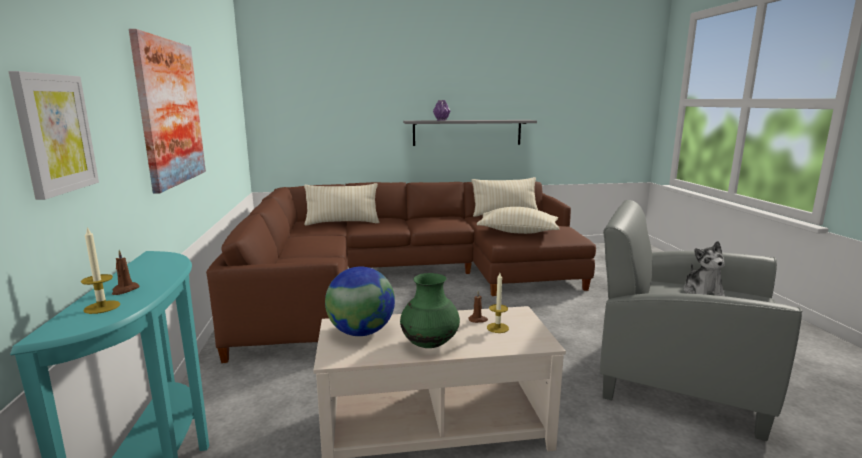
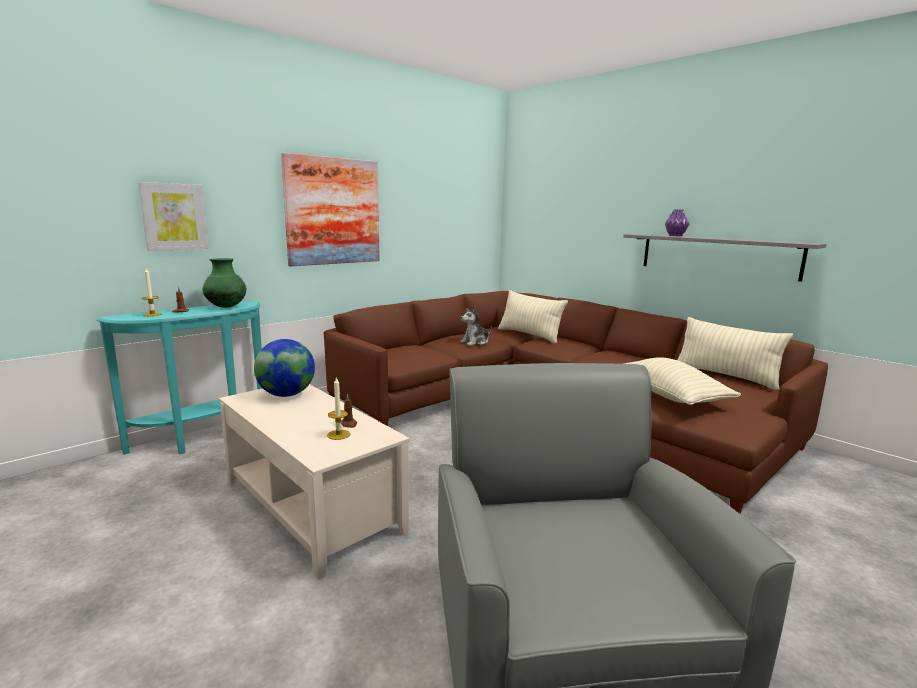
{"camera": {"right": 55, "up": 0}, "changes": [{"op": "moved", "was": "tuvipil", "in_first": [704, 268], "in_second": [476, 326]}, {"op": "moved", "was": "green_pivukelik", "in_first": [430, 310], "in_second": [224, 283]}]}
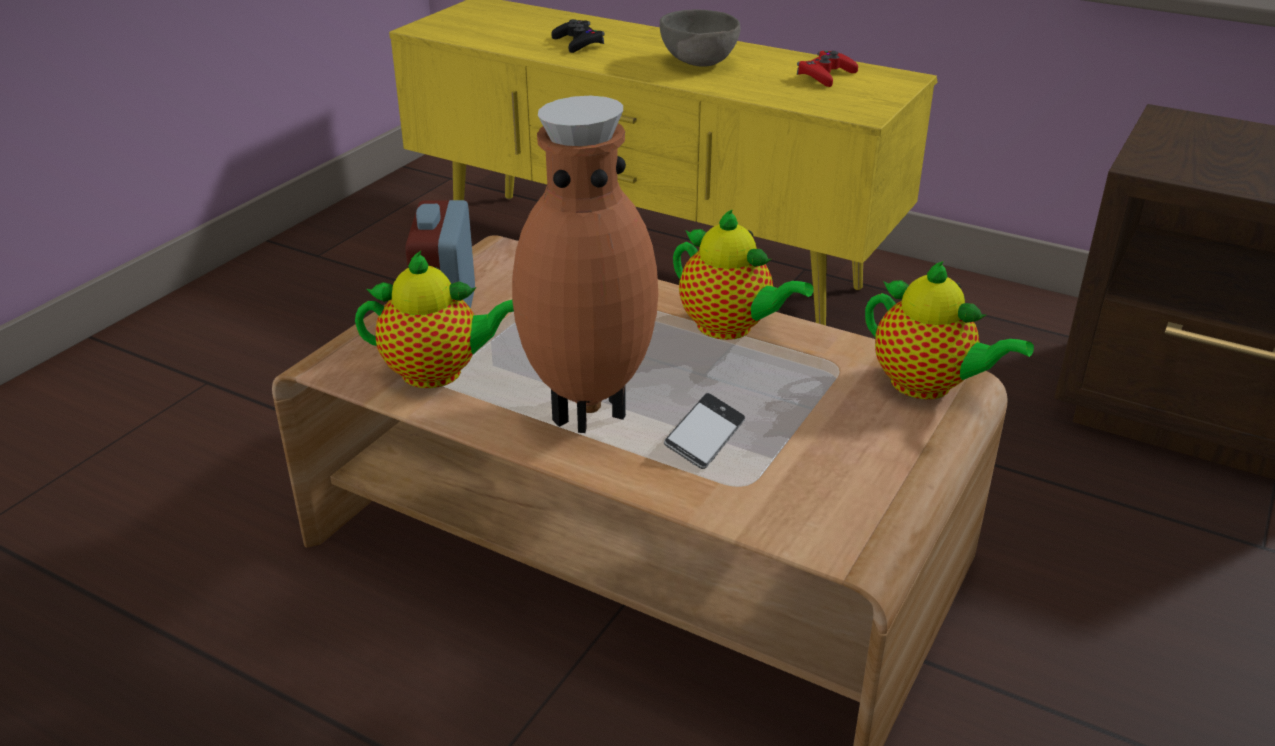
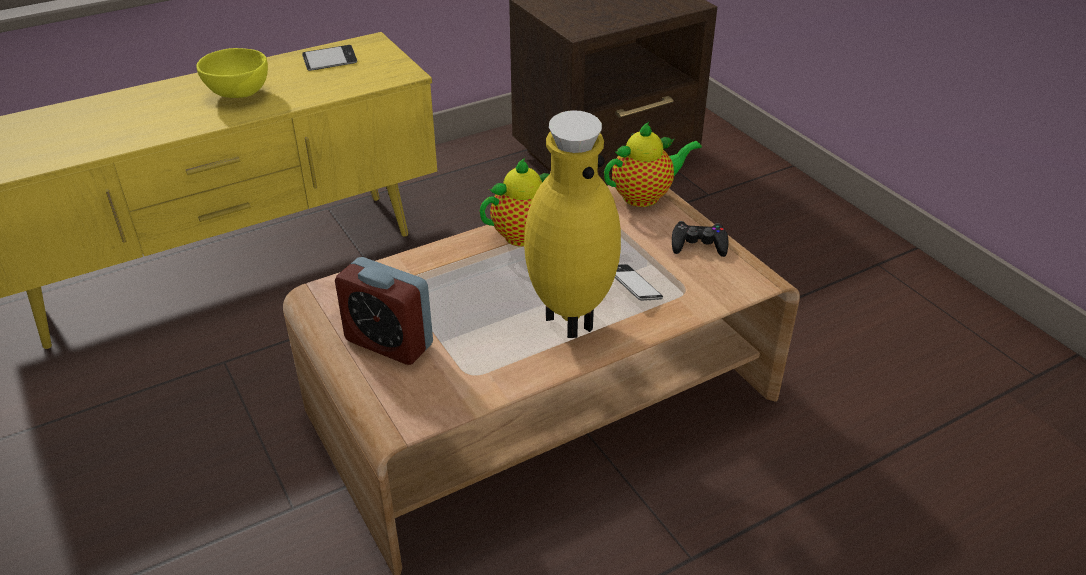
{"camera": {"right": -60, "up": 5}, "changes": [{"op": "recoloured", "was": "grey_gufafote", "now": "yellow_gufafote", "in_first": [700, 38], "in_second": [232, 73]}, {"op": "moved", "was": "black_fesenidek", "in_first": [577, 36], "in_second": [700, 239]}, {"op": "replaced", "was": "red_fesenidek", "now": "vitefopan", "in_first": [827, 69], "in_second": [329, 58]}, {"op": "recoloured", "was": "brown_pivukelik", "now": "yellow_pivukelik", "in_first": [585, 264], "in_second": [572, 224]}, {"op": "removed", "was": "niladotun", "in_first": [434, 319]}]}
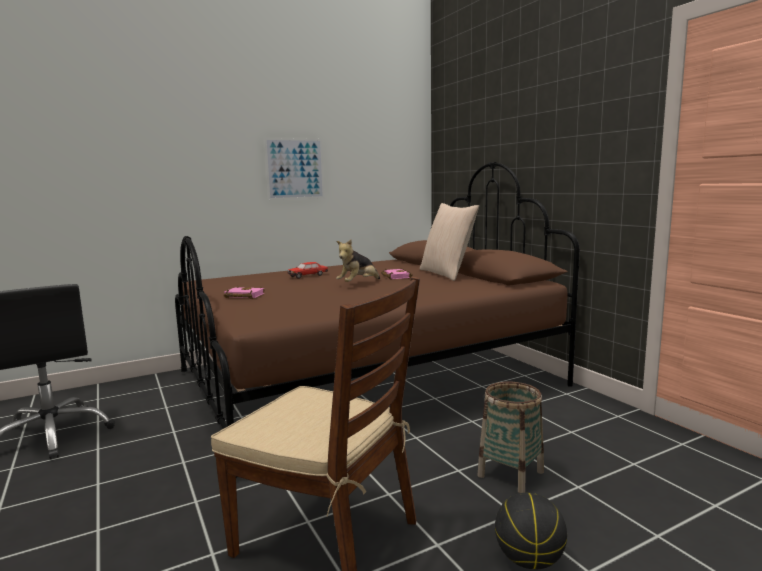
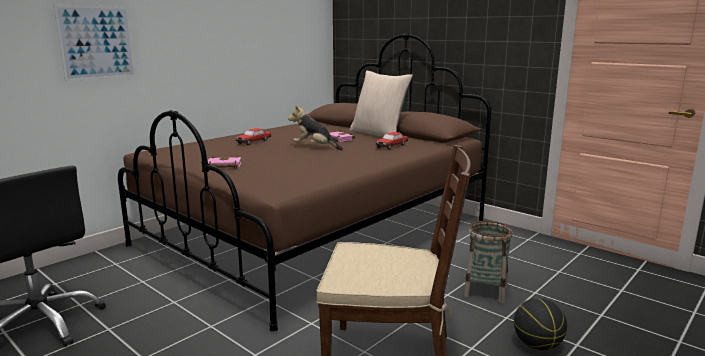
{"camera": {"right": -20, "up": 5}, "changes": [{"op": "moved", "was": "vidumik", "in_first": [294, 169], "in_second": [94, 42]}, {"op": "turned", "was": "tuvipil", "in_first": [358, 261], "in_second": [315, 127], "clockwise": 90}, {"op": "added", "now": "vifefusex", "in_second": [391, 141]}]}
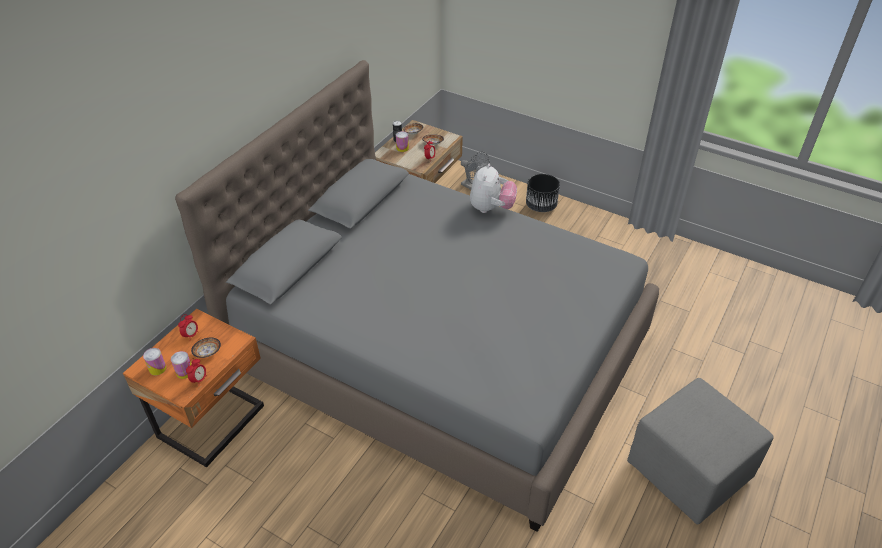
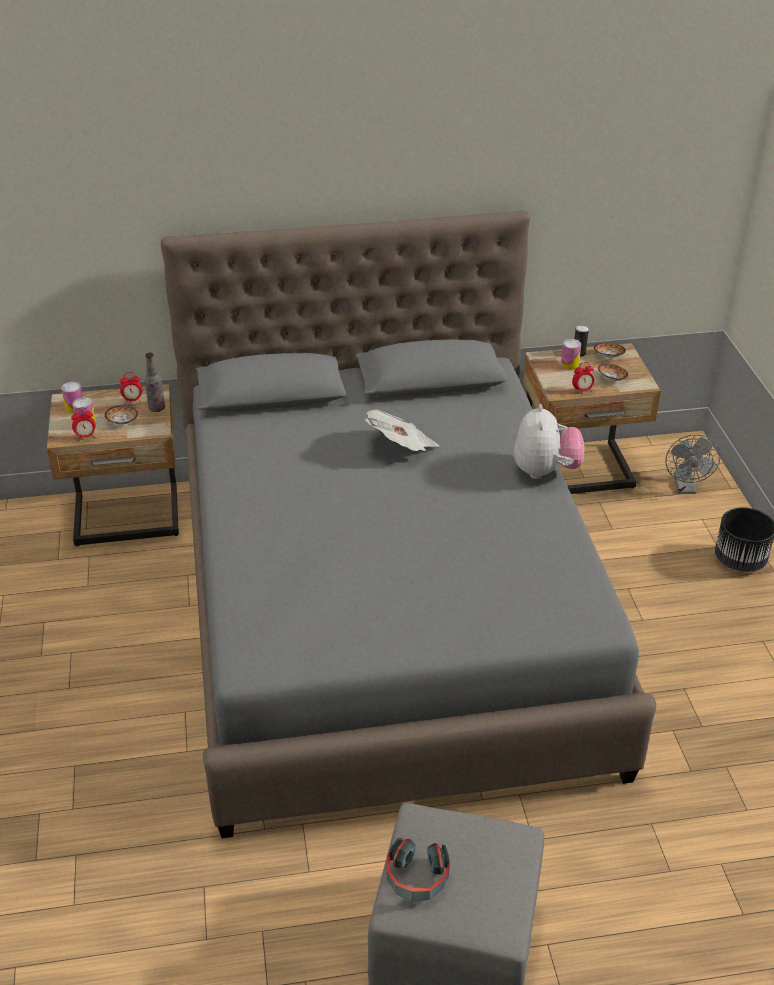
{"camera": {"right": 50, "up": -5}, "changes": [{"op": "turned", "was": "tuvipil", "in_first": [493, 188], "in_second": [549, 441], "clockwise": -60}, {"op": "recoloured", "was": "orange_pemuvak", "now": "beige_pemuvak", "in_first": [193, 388], "in_second": [113, 465]}, {"op": "added", "now": "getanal", "in_second": [155, 382]}, {"op": "added", "now": "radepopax", "in_second": [402, 430]}, {"op": "added", "now": "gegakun", "in_second": [418, 870]}]}
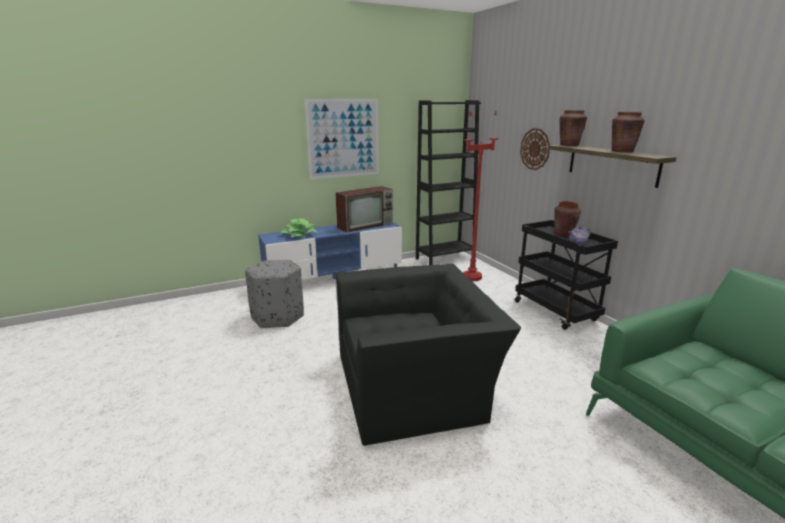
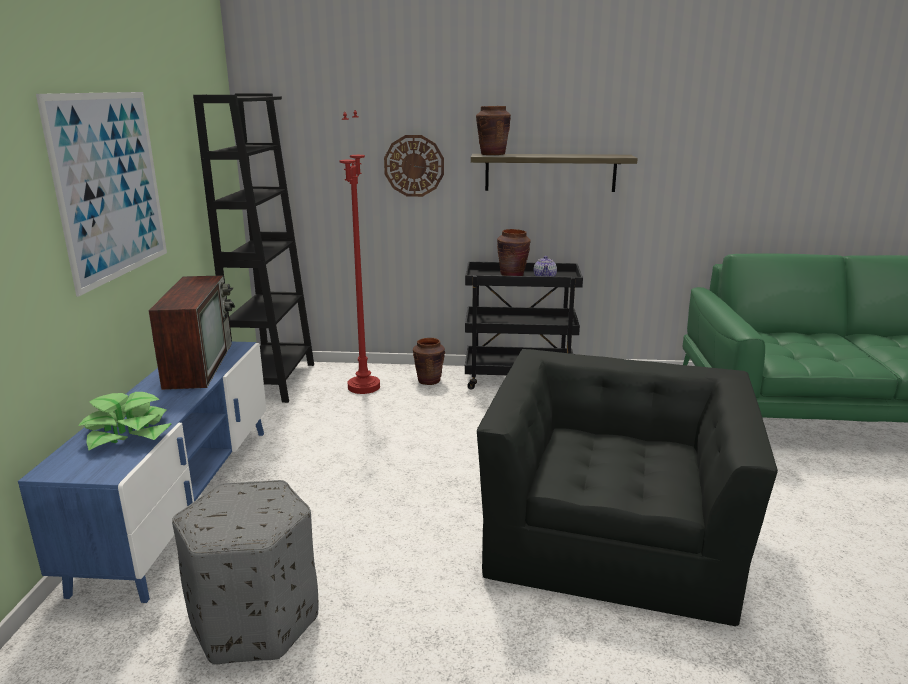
{"camera": {"right": -60, "up": 0}, "changes": [{"op": "moved", "was": "brown_pivukelik", "in_first": [628, 132], "in_second": [429, 361]}]}
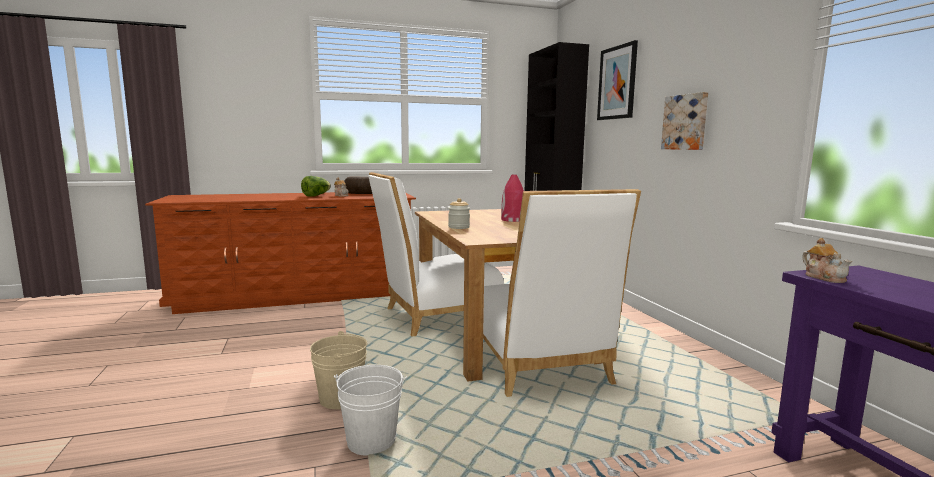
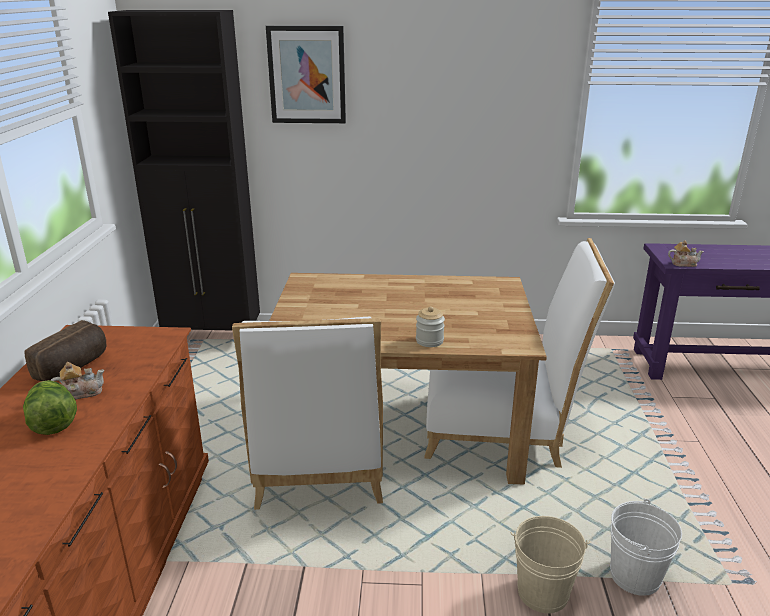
{"camera": {"right": -70, "up": 15}, "changes": [{"op": "removed", "was": "vidumik", "in_first": [684, 121]}, {"op": "removed", "was": "red_pivukelik", "in_first": [512, 198]}]}
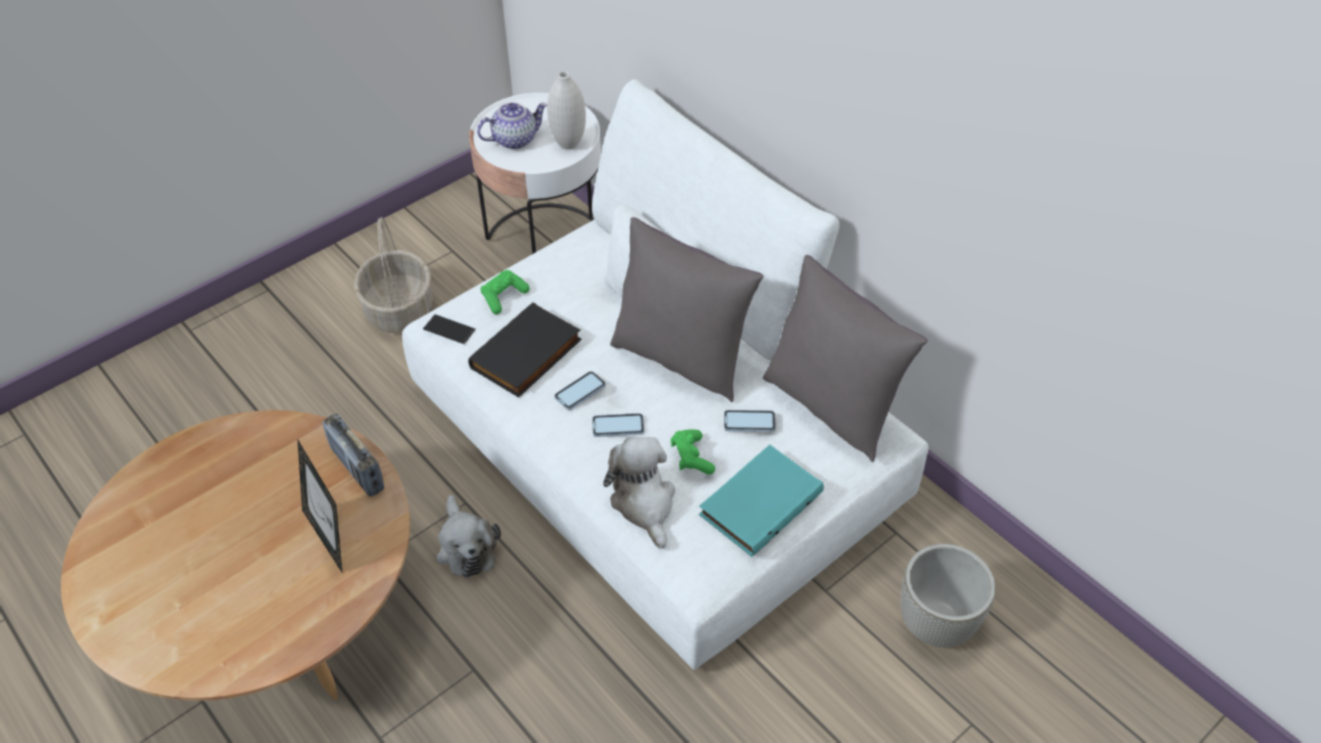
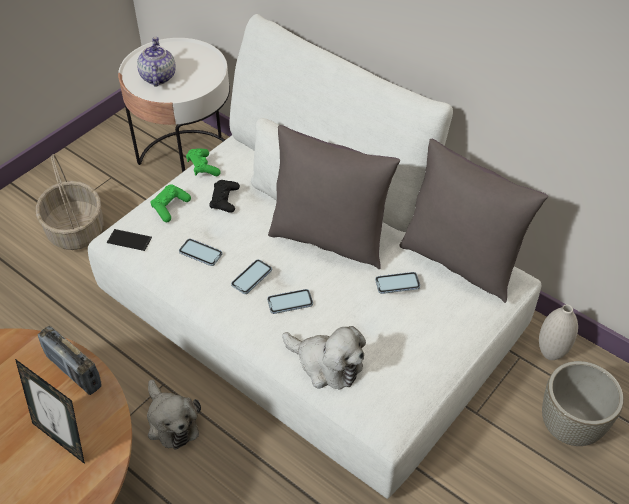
{"camera": {"right": -10, "up": 0}, "changes": [{"op": "moved", "was": "white_pivukelik", "in_first": [566, 110], "in_second": [558, 332]}, {"op": "turned", "was": "niladotun", "in_first": [512, 125], "in_second": [156, 62], "clockwise": -60}, {"op": "replaced", "was": "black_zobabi", "now": "vitefopan", "in_first": [524, 350], "in_second": [201, 252]}, {"op": "moved", "was": "green_fesenidek", "in_first": [693, 452], "in_second": [203, 162]}, {"op": "turned", "was": "tuvipil", "in_first": [639, 492], "in_second": [324, 358], "clockwise": 150}, {"op": "turned", "was": "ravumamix", "in_first": [320, 506], "in_second": [50, 411], "clockwise": 150}, {"op": "removed", "was": "turquoise_zobabi", "in_first": [761, 501]}, {"op": "added", "now": "black_fesenidek", "in_second": [224, 196]}]}
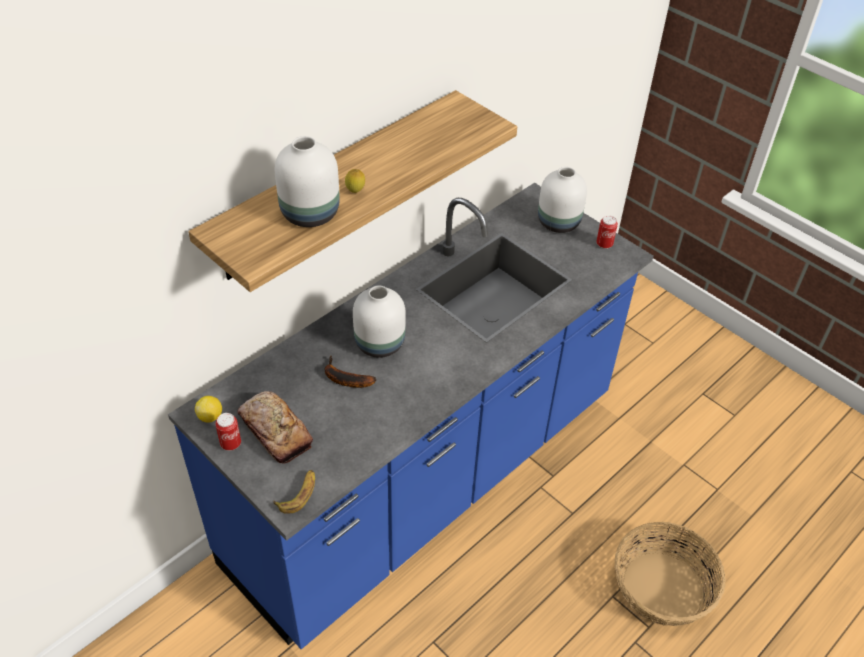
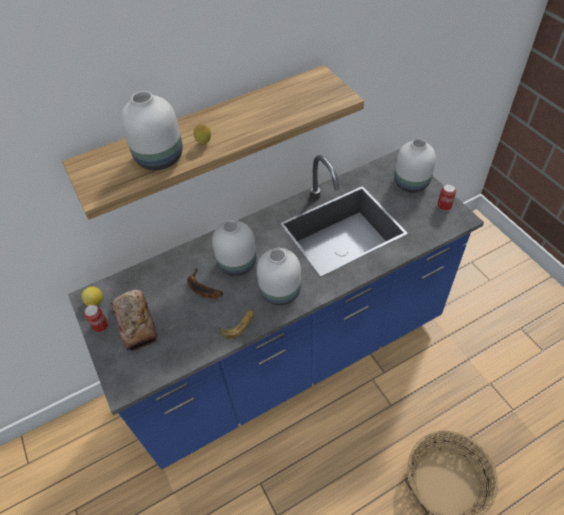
{"camera": {"right": 20, "up": 5}, "changes": [{"op": "moved", "was": "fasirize", "in_first": [294, 492], "in_second": [236, 324]}, {"op": "added", "now": "white_pivukelik", "in_second": [279, 276]}]}
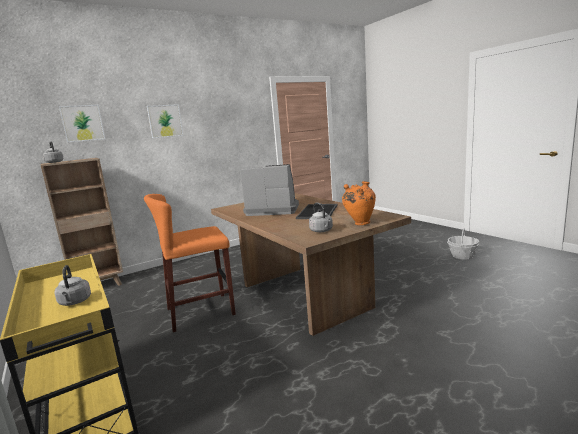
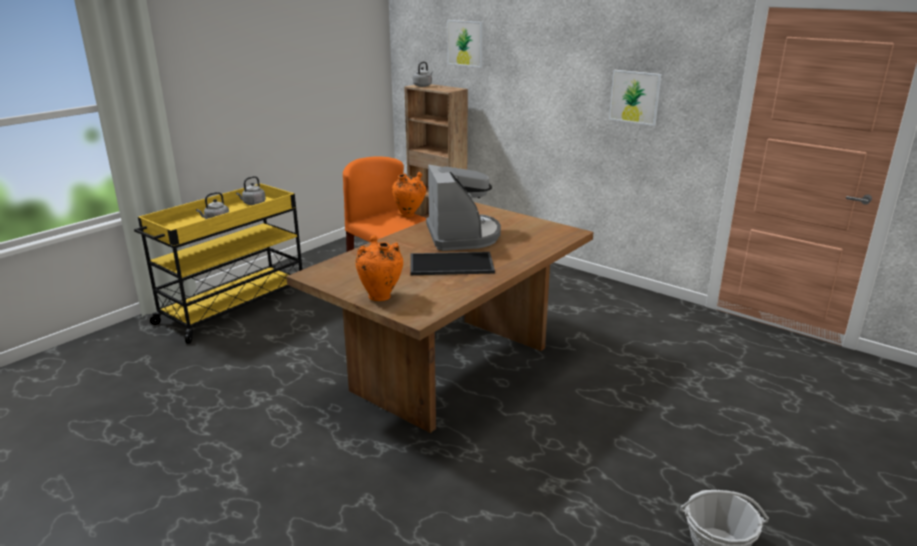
{"camera": {"right": 70, "up": 10}, "changes": [{"op": "moved", "was": "vidumik", "in_first": [165, 121], "in_second": [635, 98]}, {"op": "moved", "was": "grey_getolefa", "in_first": [321, 217], "in_second": [251, 190]}, {"op": "added", "now": "orange_pivukelik", "in_second": [409, 194]}]}
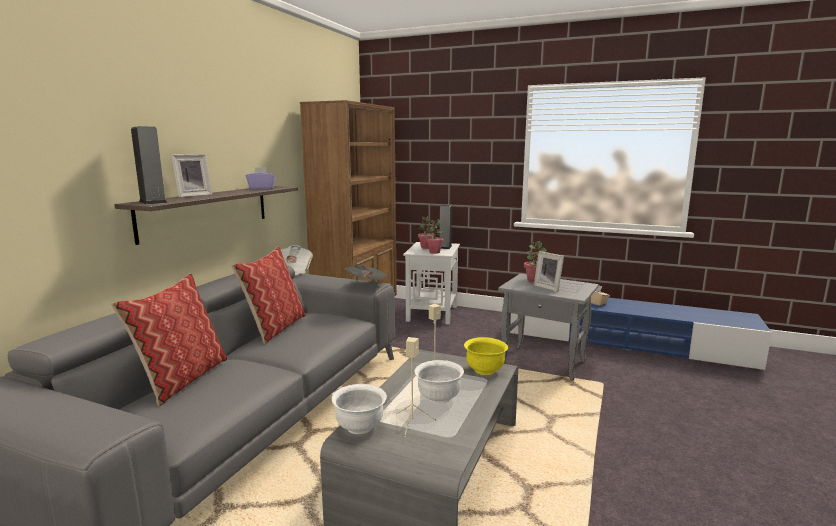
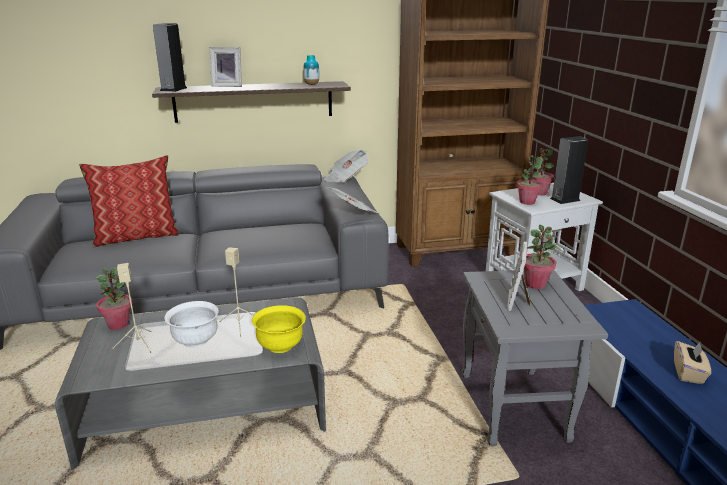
{"camera": {"right": 55, "up": 10}, "changes": [{"op": "replaced", "was": "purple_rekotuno", "now": "pivukelik", "in_first": [260, 178], "in_second": [311, 70]}, {"op": "removed", "was": "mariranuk", "in_first": [269, 295]}, {"op": "replaced", "was": "white_gufafote", "now": "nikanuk", "in_first": [359, 409], "in_second": [114, 298]}]}
